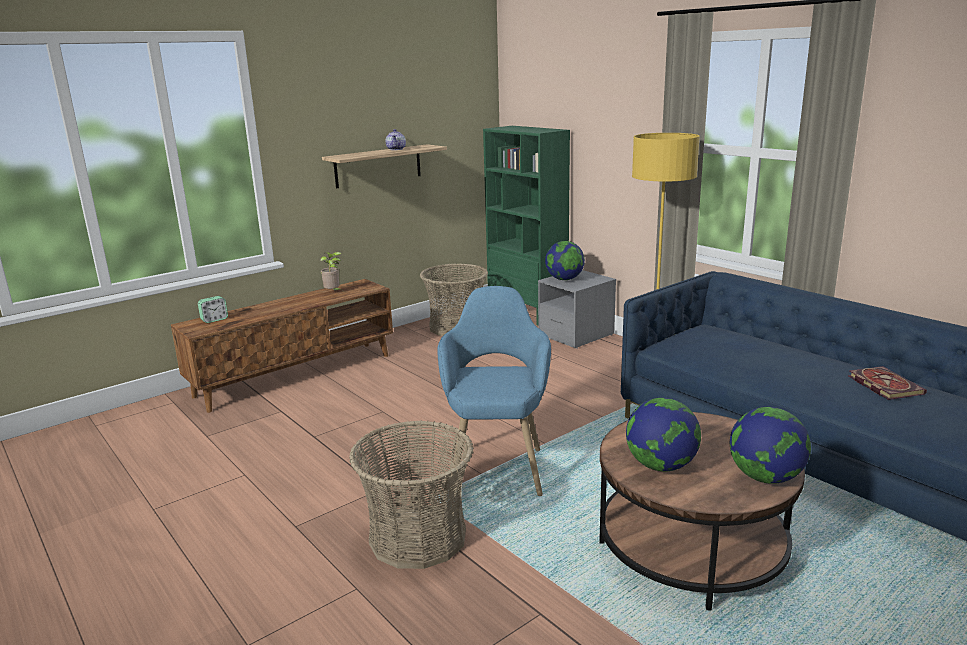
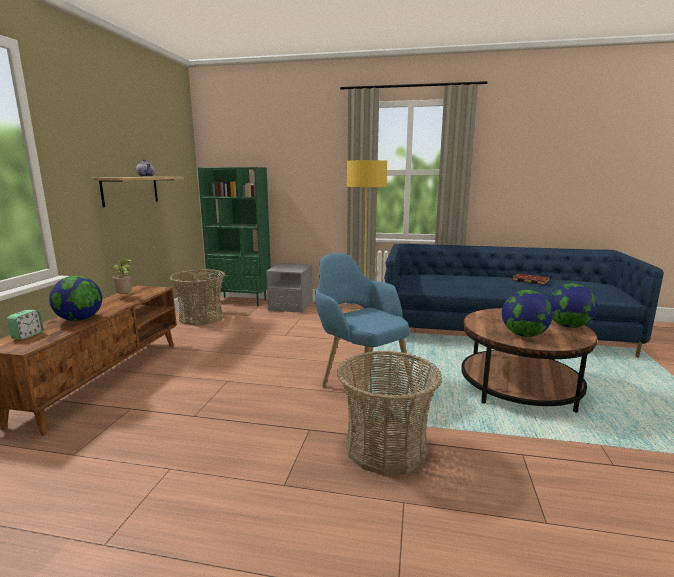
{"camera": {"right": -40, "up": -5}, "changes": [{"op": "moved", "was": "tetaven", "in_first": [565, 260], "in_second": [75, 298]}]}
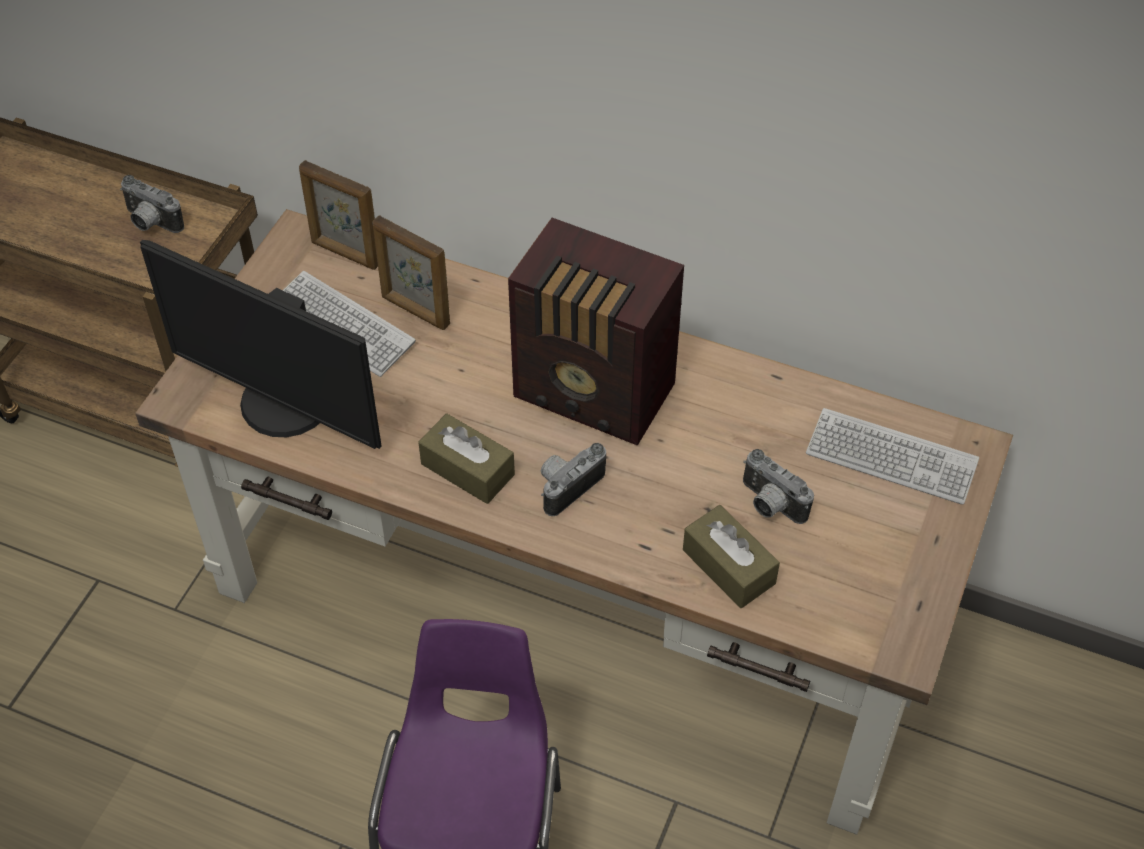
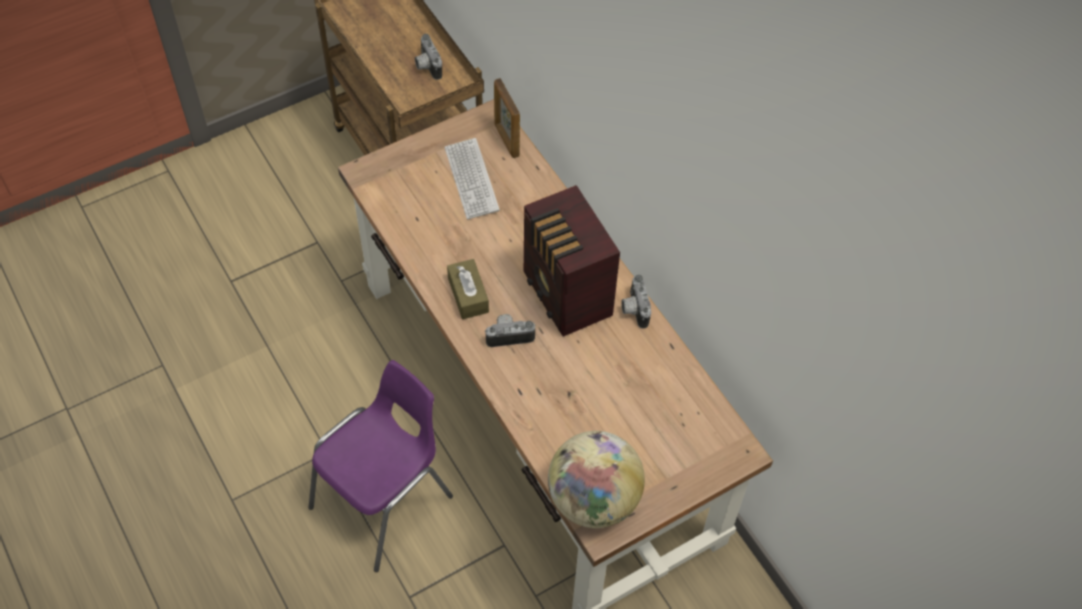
{"camera": {"right": 35, "up": 5}, "changes": [{"op": "removed", "was": "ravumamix", "in_first": [411, 273]}, {"op": "removed", "was": "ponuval", "in_first": [261, 344]}, {"op": "removed", "was": "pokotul", "in_first": [892, 456]}, {"op": "moved", "was": "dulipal", "in_first": [778, 486], "in_second": [636, 302]}, {"op": "removed", "was": "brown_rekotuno", "in_first": [731, 556]}, {"op": "added", "now": "tetaven", "in_second": [596, 479]}]}
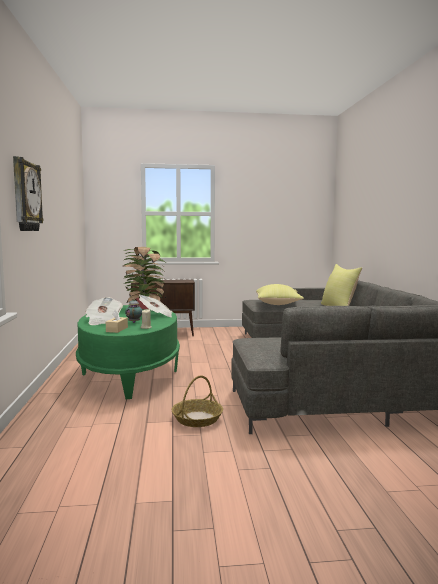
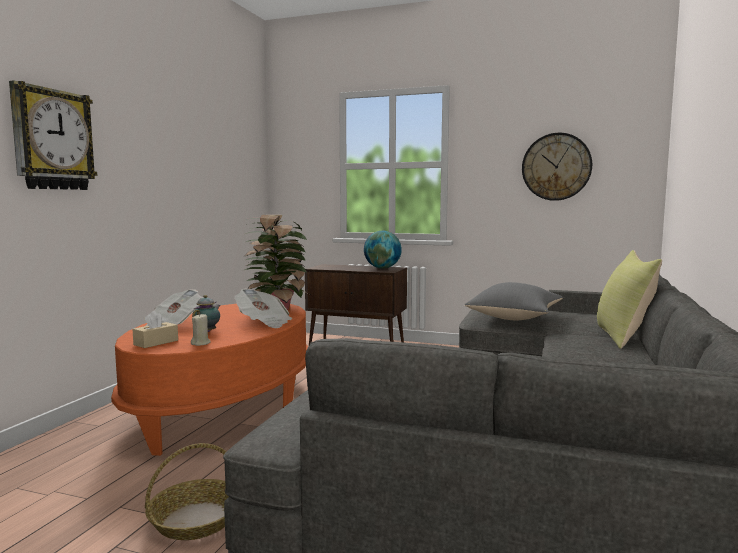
{"camera": {"right": 25, "up": 0}, "changes": [{"op": "recoloured", "was": "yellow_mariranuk", "now": "grey_mariranuk", "in_first": [280, 294], "in_second": [514, 301]}, {"op": "recoloured", "was": "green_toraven", "now": "orange_toraven", "in_first": [128, 352], "in_second": [209, 380]}, {"op": "added", "now": "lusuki", "in_second": [557, 167]}, {"op": "added", "now": "tetaven", "in_second": [383, 249]}]}
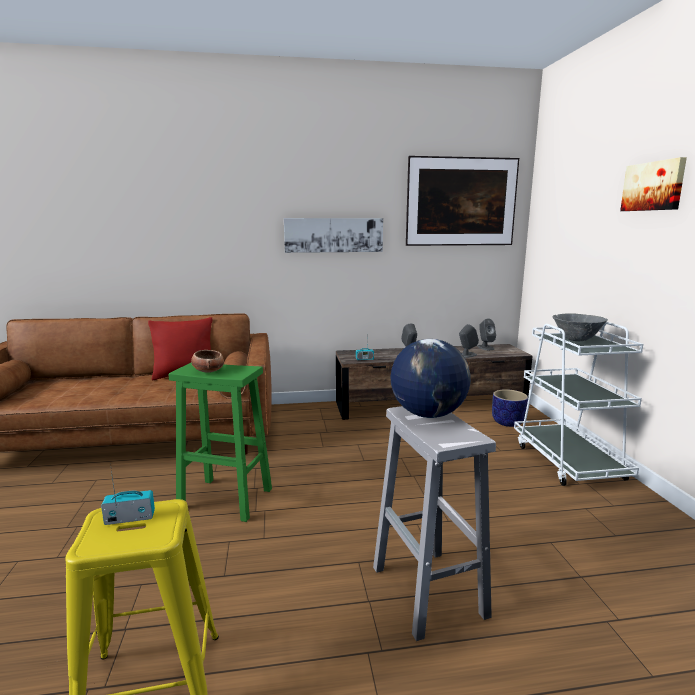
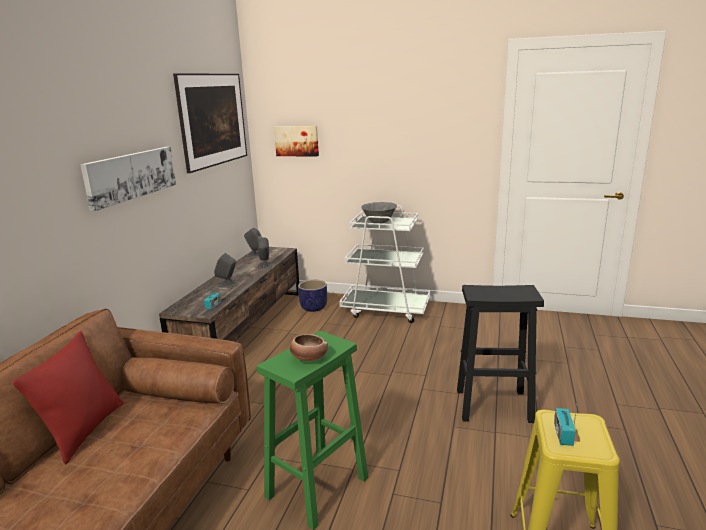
{"camera": {"right": -65, "up": 5}, "changes": [{"op": "moved", "was": "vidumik", "in_first": [653, 184], "in_second": [296, 141]}, {"op": "removed", "was": "tetaven", "in_first": [430, 378]}, {"op": "recoloured", "was": "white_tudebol", "now": "black_tudebol", "in_first": [434, 523], "in_second": [500, 354]}]}
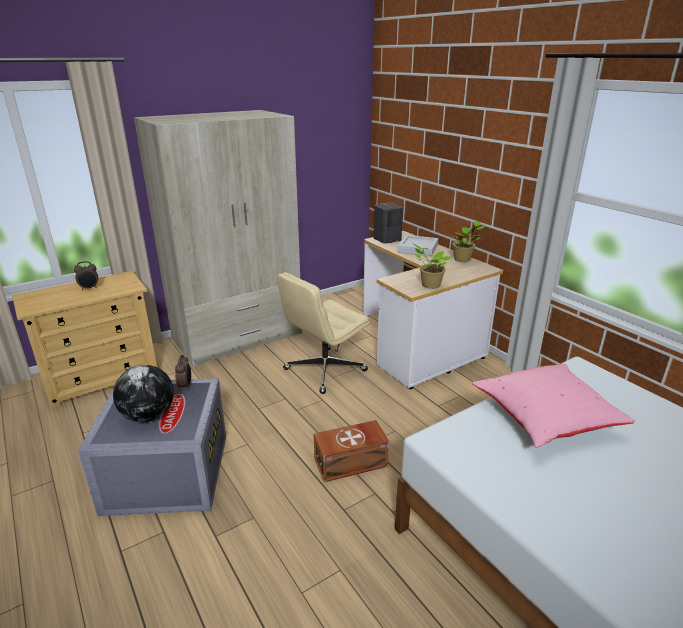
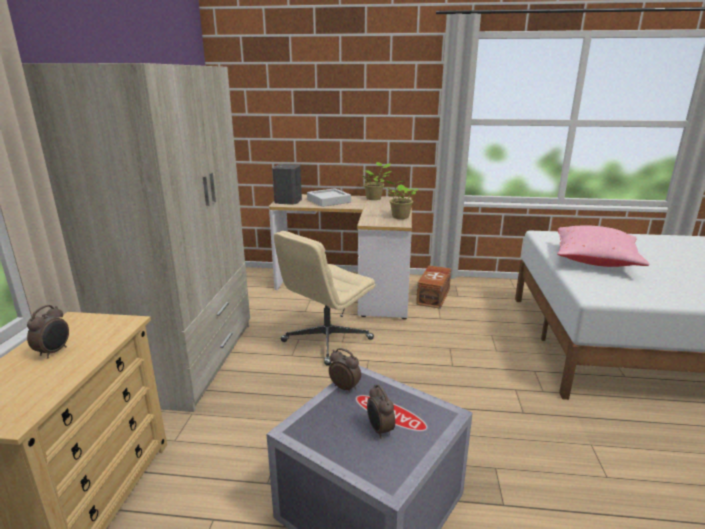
{"camera": {"right": -50, "up": -5}, "changes": [{"op": "turned", "was": "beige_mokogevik", "in_first": [323, 333], "in_second": [325, 298], "clockwise": 45}, {"op": "replaced", "was": "tetaven", "now": "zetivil", "in_first": [143, 393], "in_second": [381, 411]}, {"op": "moved", "was": "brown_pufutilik", "in_first": [351, 451], "in_second": [433, 287]}]}
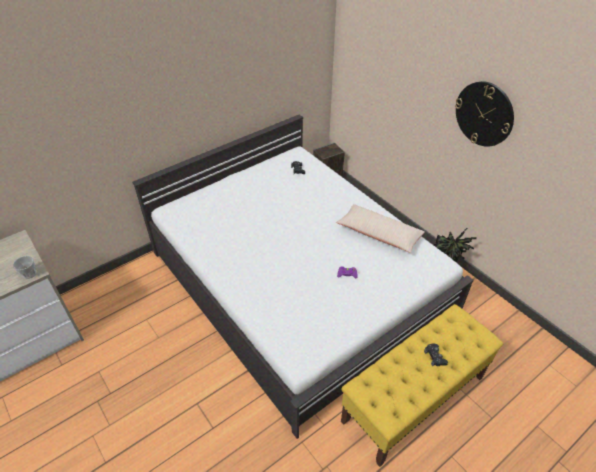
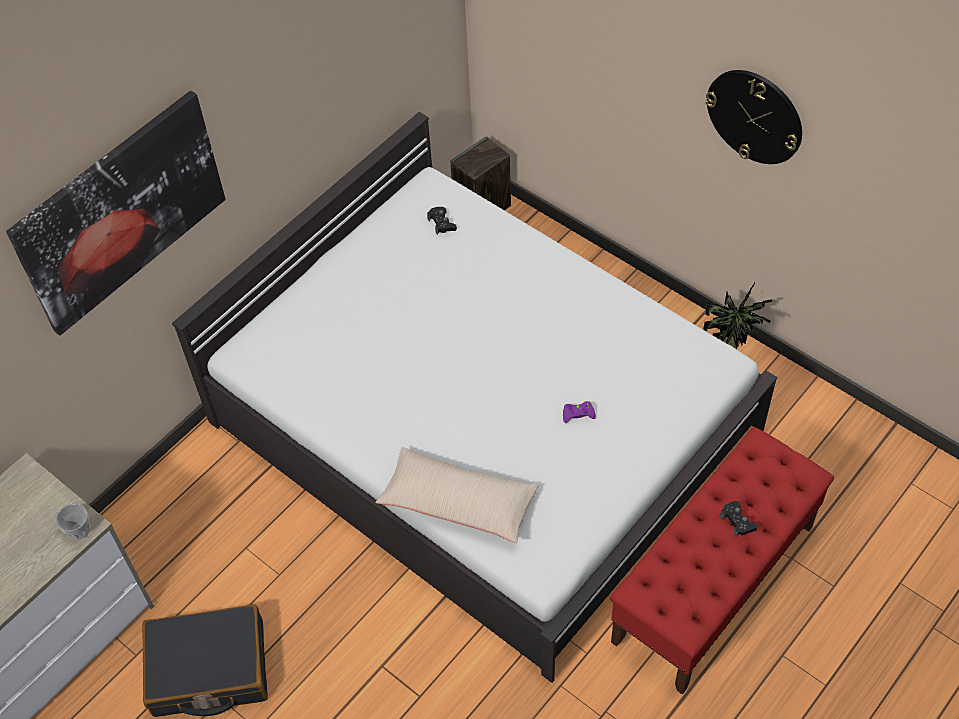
{"camera": {"right": -10, "up": 10}, "changes": [{"op": "moved", "was": "beige_mariranuk", "in_first": [380, 228], "in_second": [457, 495]}, {"op": "recoloured", "was": "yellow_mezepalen", "now": "red_mezepalen", "in_first": [422, 385], "in_second": [722, 561]}, {"op": "added", "now": "vidumik", "in_second": [116, 213]}, {"op": "added", "now": "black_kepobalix", "in_second": [205, 660]}]}
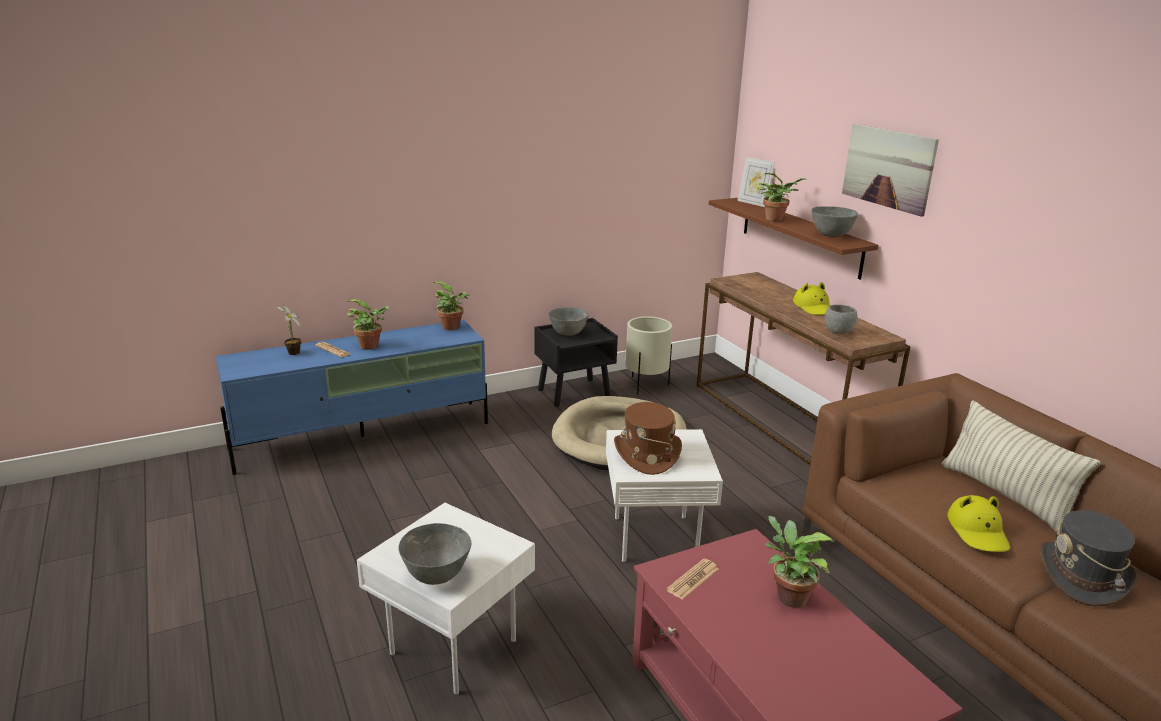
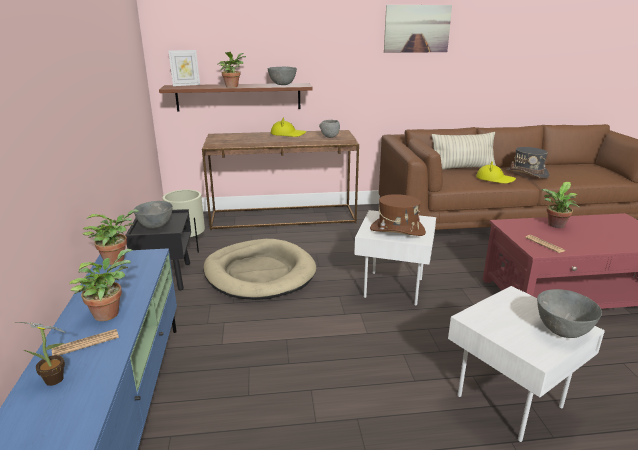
{"camera": {"right": -70, "up": 0}, "changes": [{"op": "moved", "was": "vidumik", "in_first": [890, 170], "in_second": [418, 29]}]}
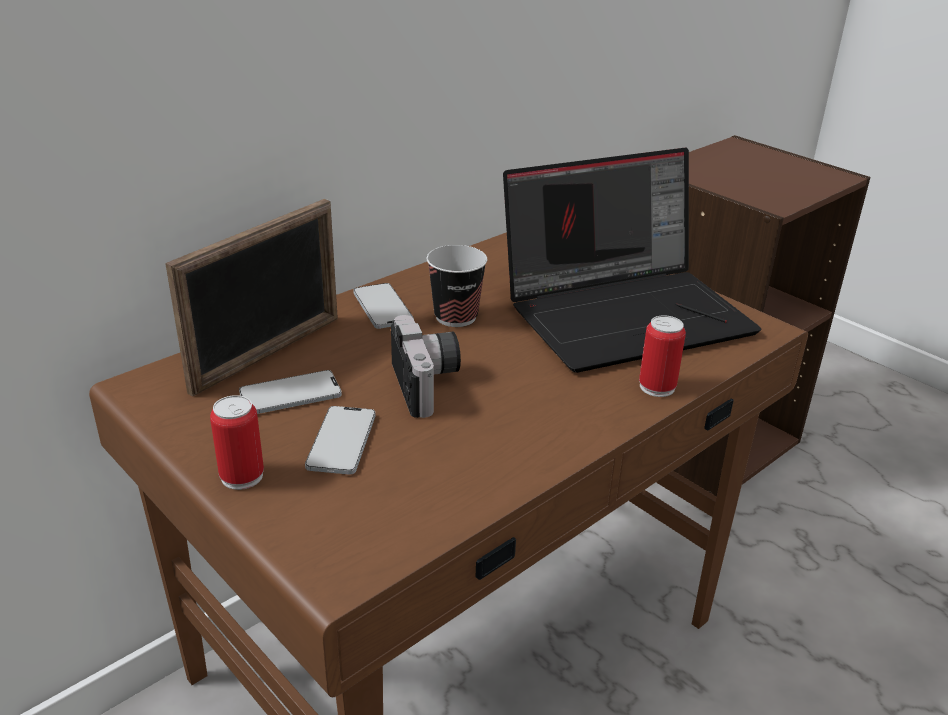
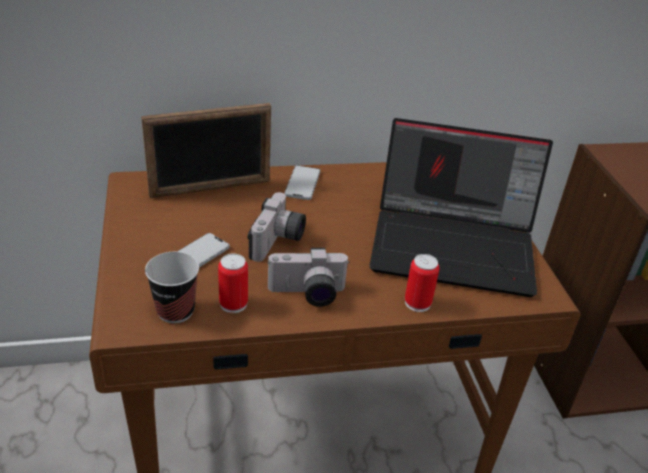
{"camera": {"right": 30, "up": 5}, "changes": [{"op": "moved", "was": "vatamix", "in_first": [457, 286], "in_second": [172, 287]}, {"op": "removed", "was": "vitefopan", "in_first": [290, 392]}, {"op": "moved", "was": "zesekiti", "in_first": [237, 442], "in_second": [233, 283]}, {"op": "added", "now": "dulipal", "in_second": [308, 277]}]}
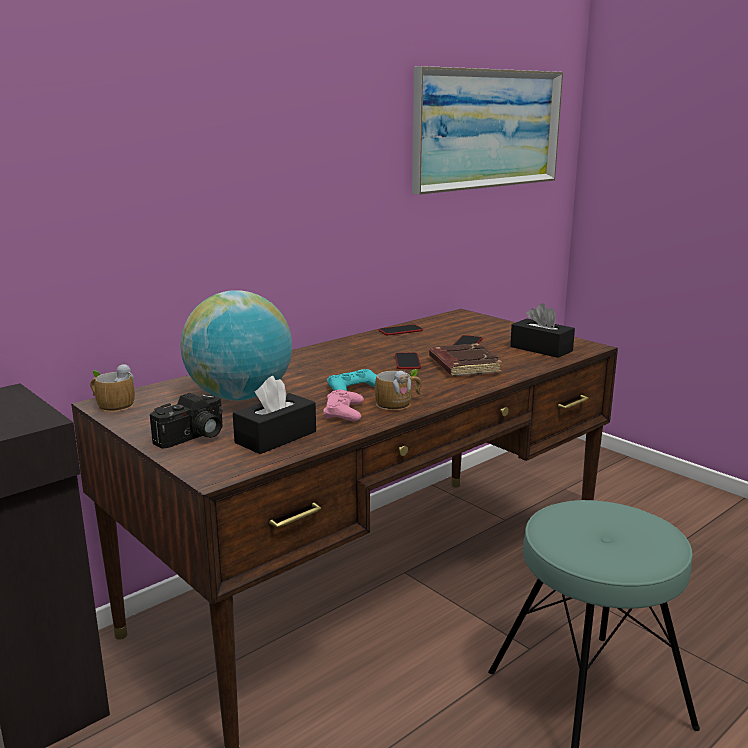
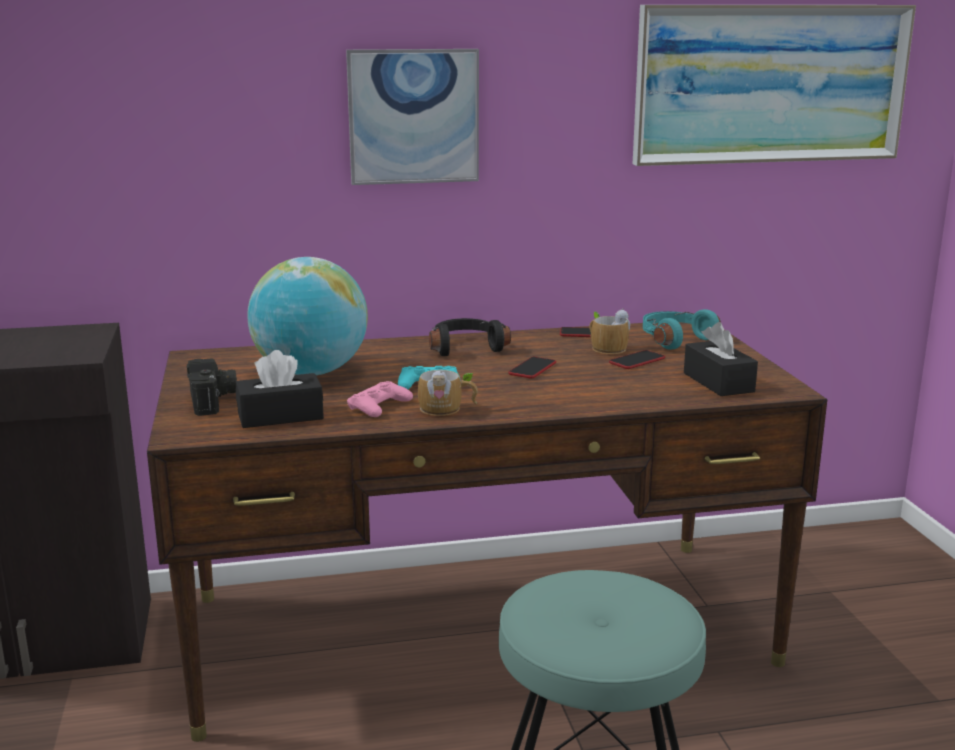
{"camera": {"right": 30, "up": 0}, "changes": [{"op": "removed", "was": "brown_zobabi", "in_first": [465, 360]}, {"op": "moved", "was": "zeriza", "in_first": [112, 387], "in_second": [609, 331]}, {"op": "turned", "was": "dulipal", "in_first": [186, 421], "in_second": [212, 387], "clockwise": -90}, {"op": "added", "now": "vidumik", "in_second": [412, 117]}, {"op": "added", "now": "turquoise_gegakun", "in_second": [682, 329]}, {"op": "added", "now": "black_gegakun", "in_second": [470, 337]}]}
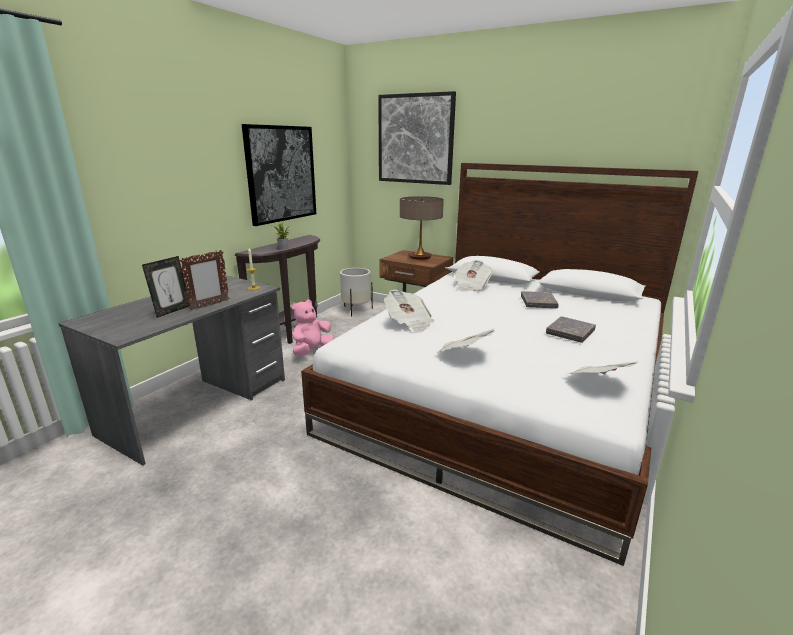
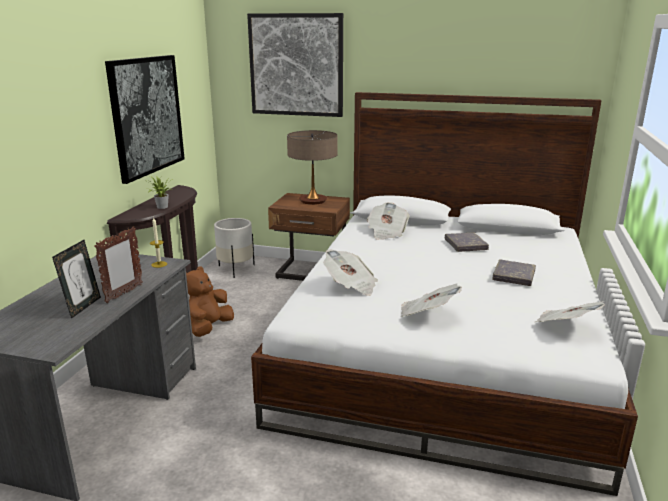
{"camera": {"right": -15, "up": 0}, "changes": [{"op": "recoloured", "was": "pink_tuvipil", "now": "brown_tuvipil", "in_first": [312, 327], "in_second": [210, 301]}]}
